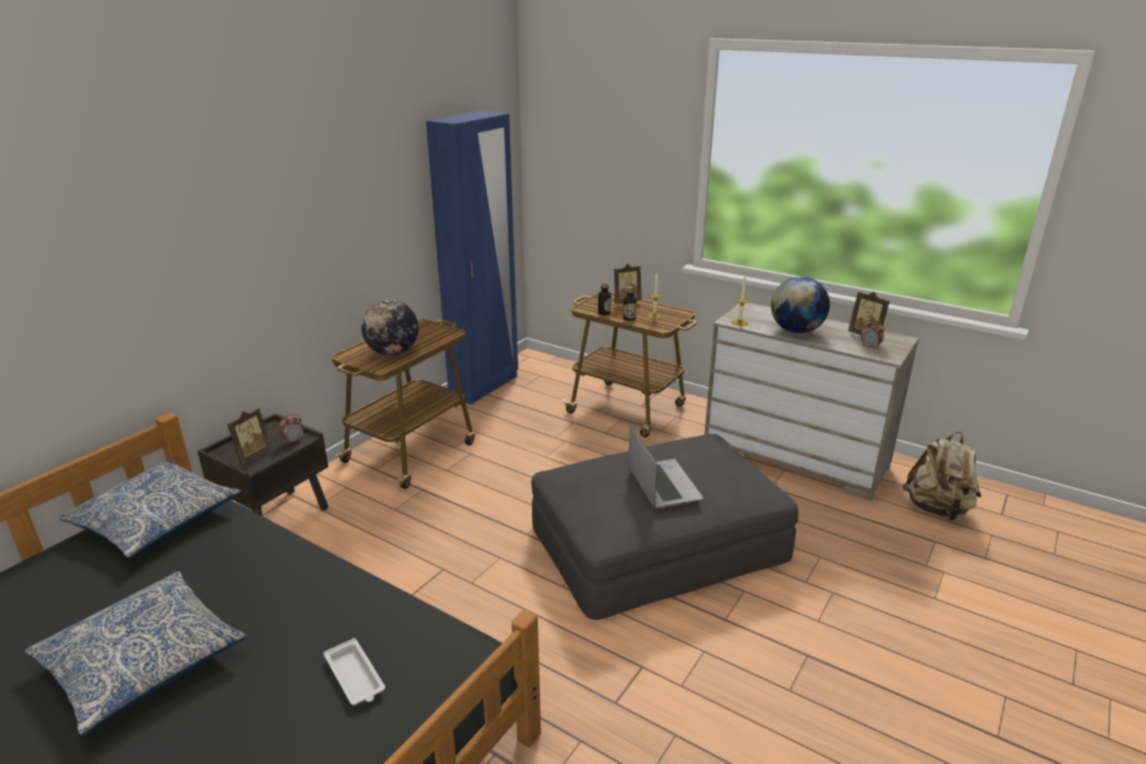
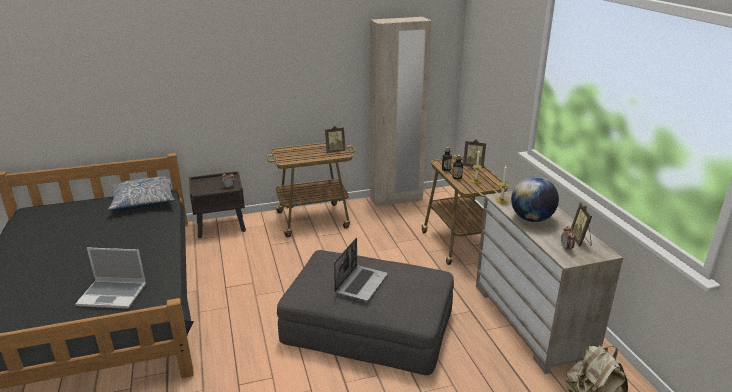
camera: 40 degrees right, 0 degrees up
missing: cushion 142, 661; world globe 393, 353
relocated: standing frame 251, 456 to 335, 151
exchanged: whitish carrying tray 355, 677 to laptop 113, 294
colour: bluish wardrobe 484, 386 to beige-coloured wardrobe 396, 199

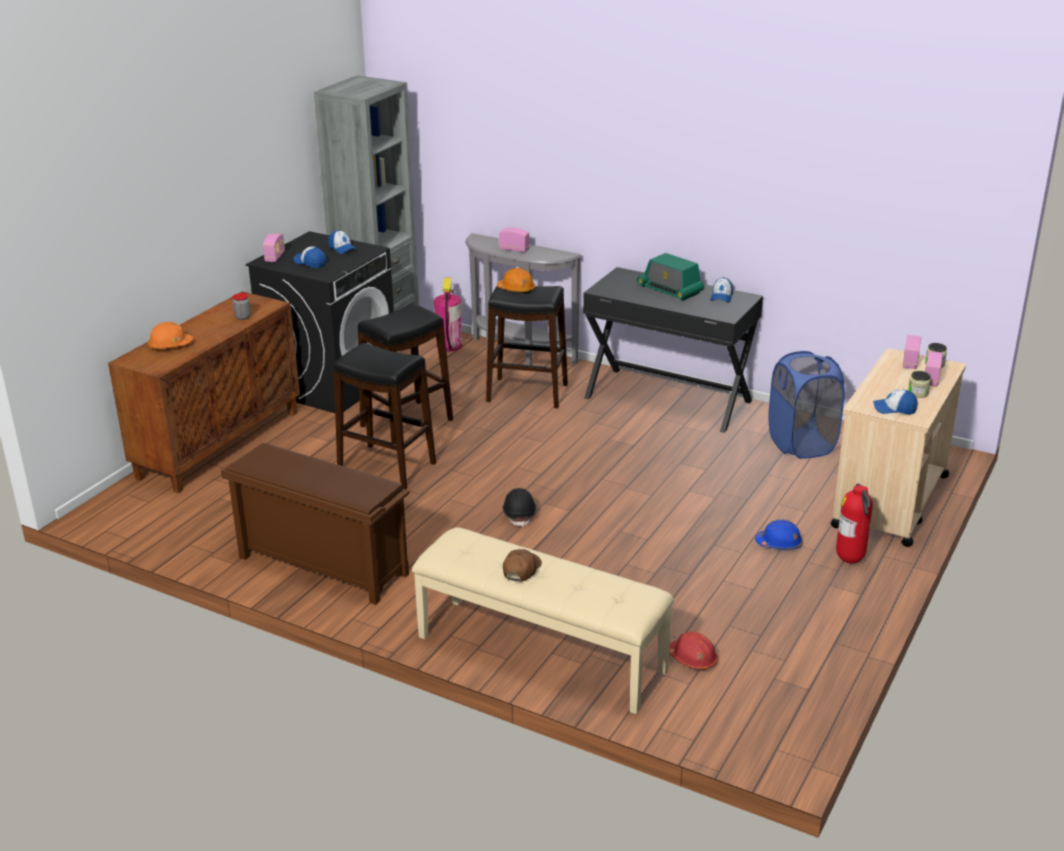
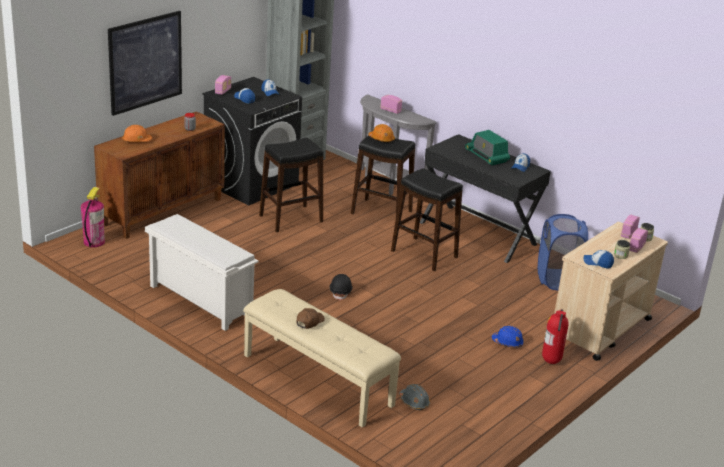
camera: 10 degrees right, 0 degrees up
appeared: picture 145, 62
relocated: blackish stool seat 386, 467 to 424, 254; extinguisher 449, 346 to 94, 242
colour: brown-coloured shoe shelf 321, 566 to whitish shoe shelf 199, 300; red-coloured safety helmet 692, 659 to greyish safety helmet 414, 402

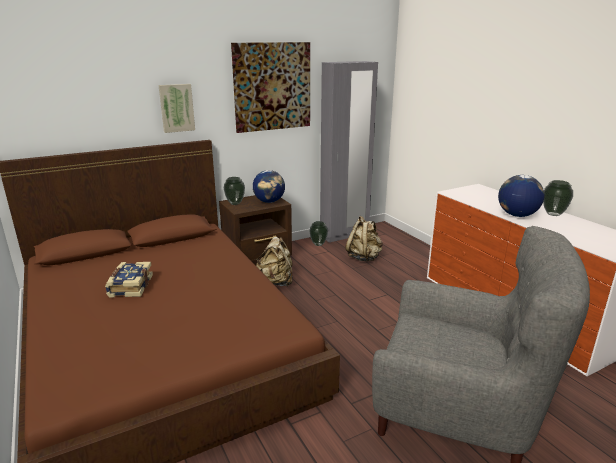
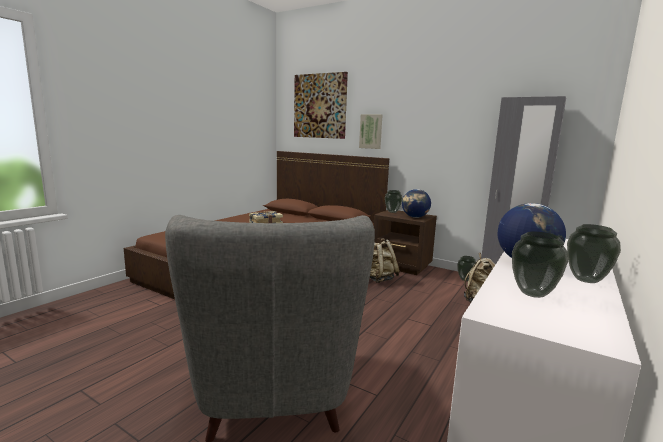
camera: 60 degrees right, 10 degrees down
appeared: vase 532, 293
relocated: picture 272, 87 to 320, 106

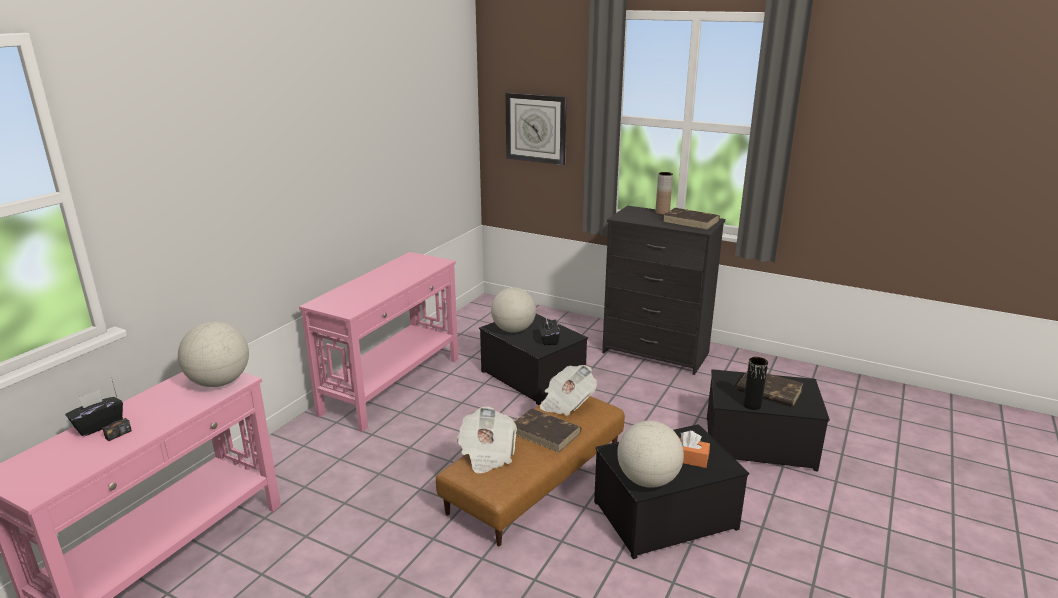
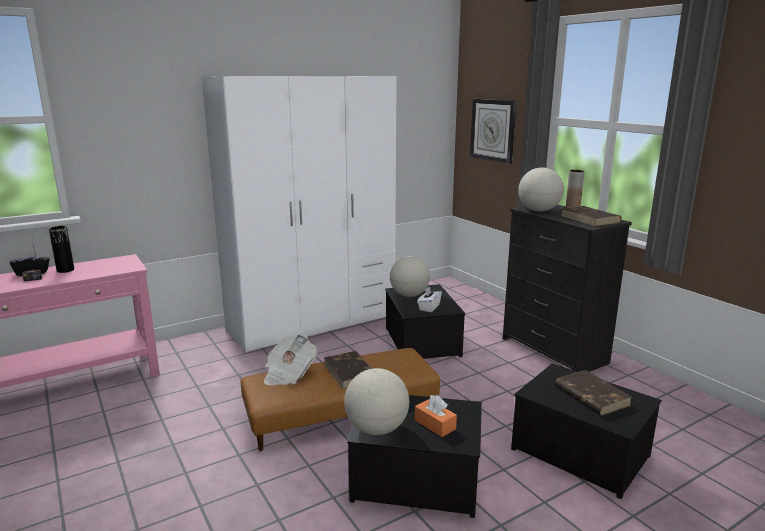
camera: 30 degrees right, 5 degrees down
missing: printed paper 566, 403
relocated: world globe 219, 382 to 539, 211; blackish vase 752, 405 to 65, 270
exchanged: pinkish hall table 393, 385 to whitish wardrobe 313, 321
colour: blackish box of tissues 548, 340 to whitish box of tissues 429, 307

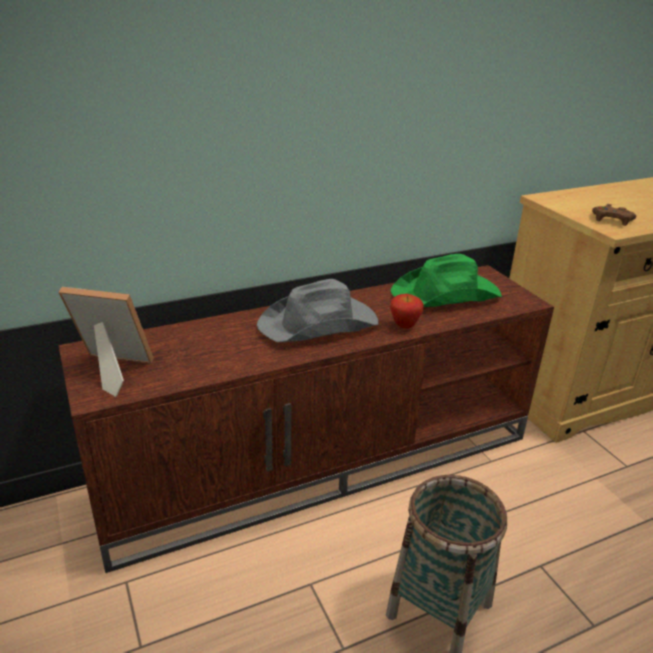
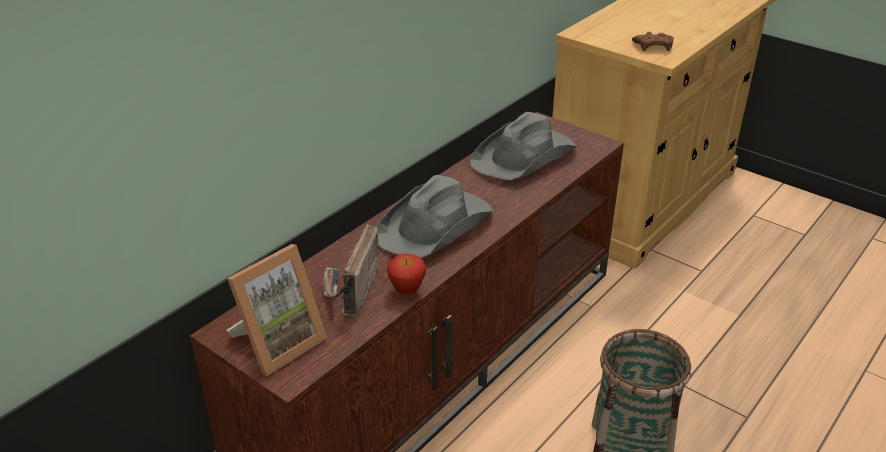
camera: 25 degrees left, 5 degrees up
appeared: radio set 349, 291
relocated: apple fruit 404, 326 to 407, 291
colour: green-coloured clothing hat 446, 294 to greyish clothing hat 524, 156
spun: standing frame 111, 370 = 278, 343 150 degrees clockwise

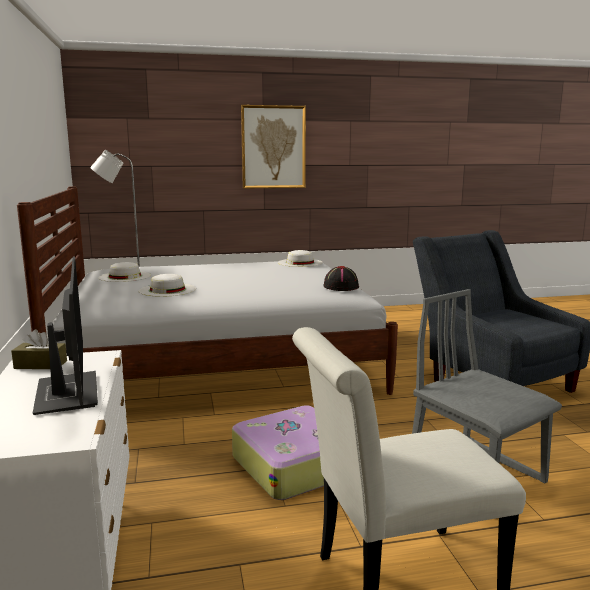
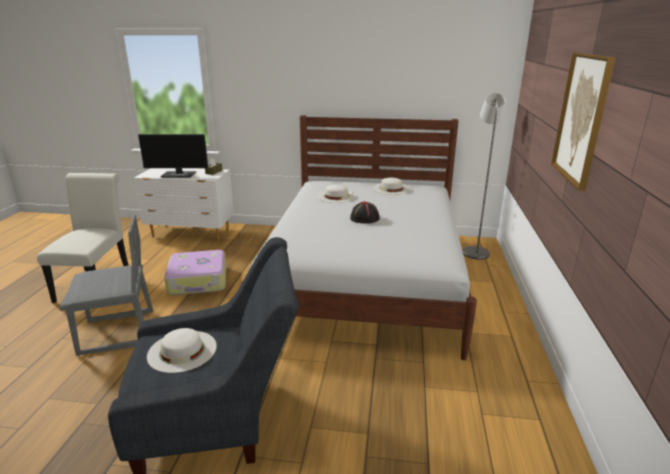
camera: 110 degrees right, 10 degrees up
relocated: whitish clothing hat 300, 262 to 182, 351; blackish clothing hat 341, 286 to 365, 218

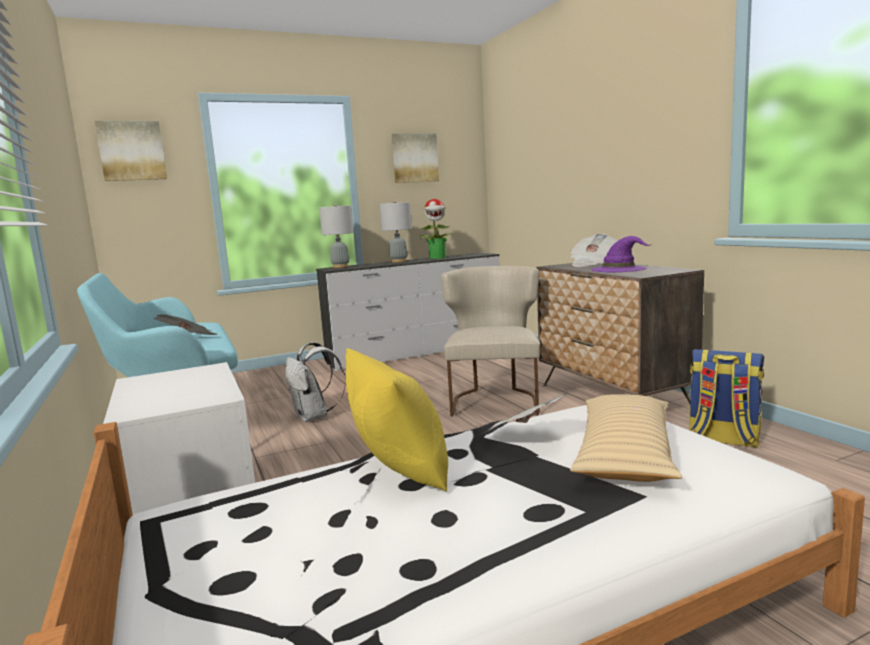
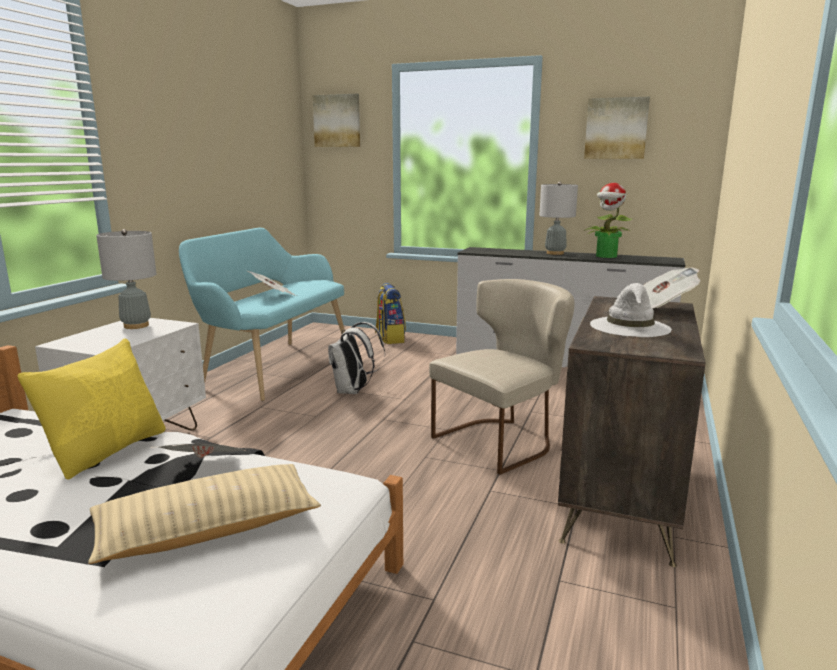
camera: 45 degrees right, 5 degrees up
relocated: greyish tabletop lamp 340, 267 to 136, 326; backpack 722, 439 to 390, 339
colour: purplish clothing hat 619, 269 to whitish clothing hat 630, 327

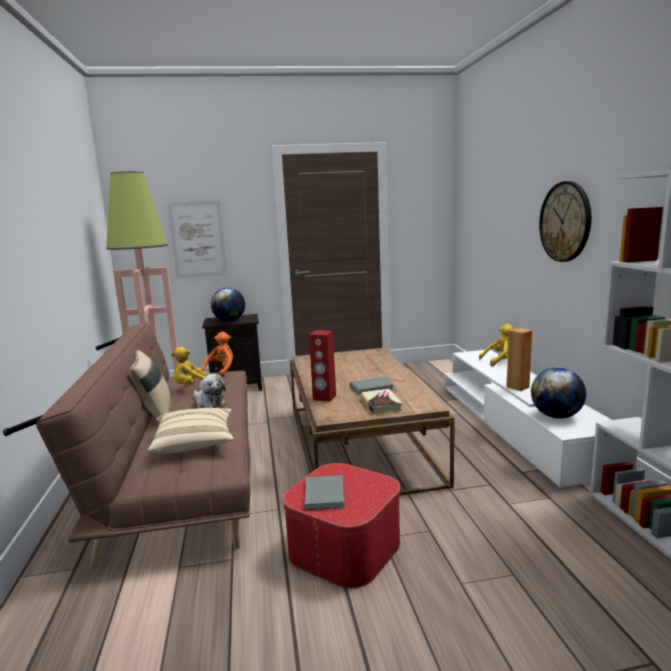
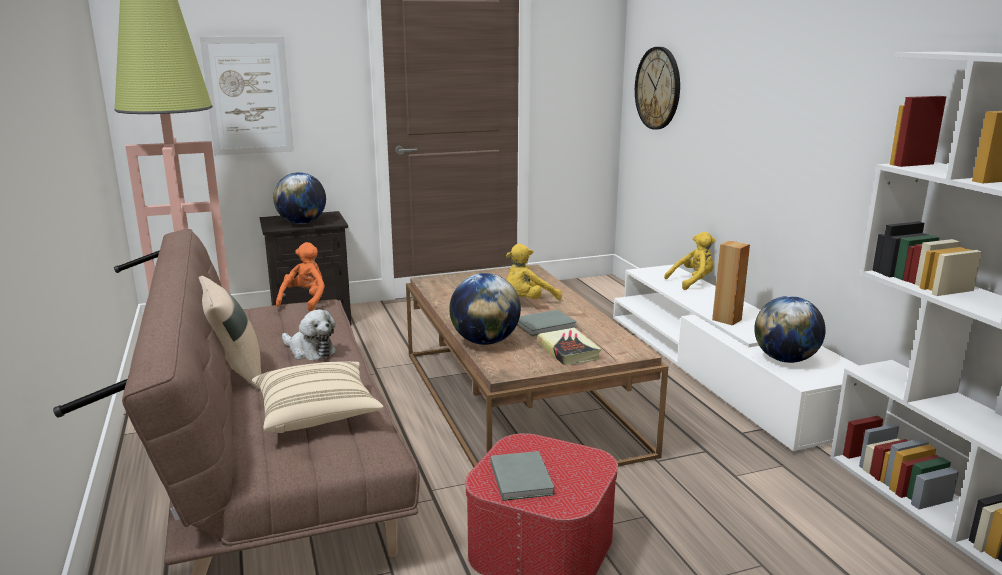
camera: 10 degrees left, 5 degrees up
relocated: yellow soft toy 192, 387 to 528, 301; wall clock 565, 222 to 658, 88
exchanged: red-coloured audio speaker 324, 397 to world globe 485, 341

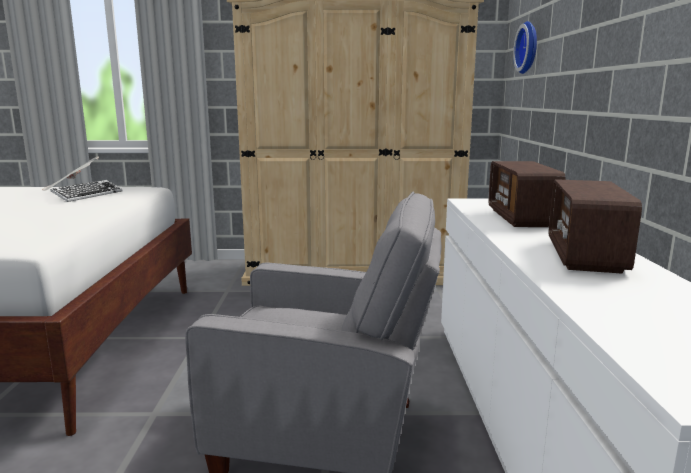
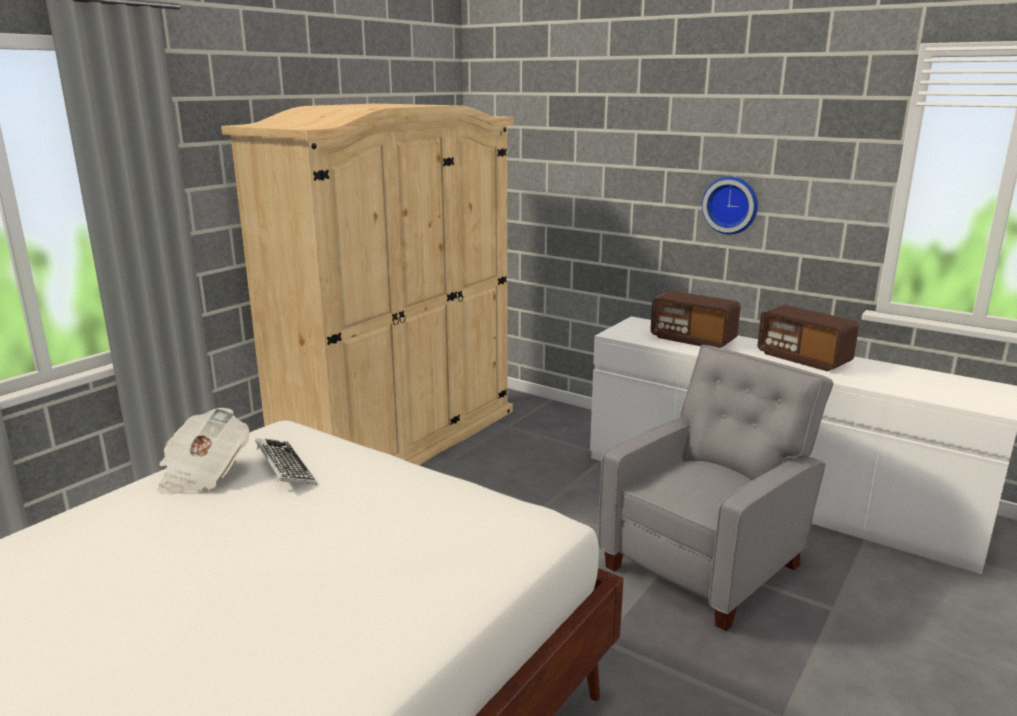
camera: 55 degrees left, 5 degrees up
relocated: wall clock 529, 47 to 731, 205

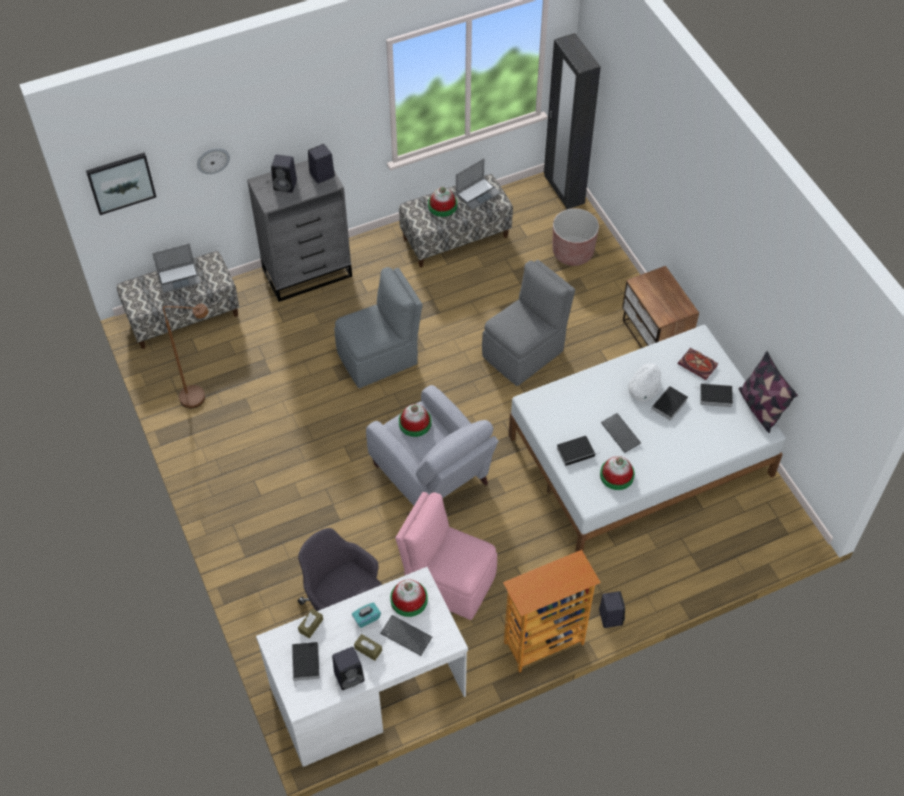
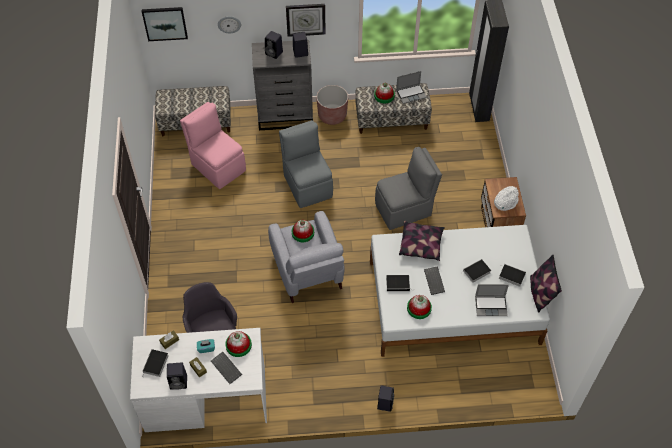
camera: 20 degrees right, 0 degrees up
missing: brown-coloured floor lamp 200, 397; bookcase 544, 644; bound book 698, 365
appeared: wall clock 305, 19; cushion 421, 245
relocated: laptop 179, 277 to 491, 306; pinkish chair 448, 581 to 217, 166; brown-coloured flower pot 572, 252 to 332, 115; whitish clothing hat 643, 387 to 505, 202
spun: greyish chair 379, 358 = 307, 185 105 degrees counterclockwise

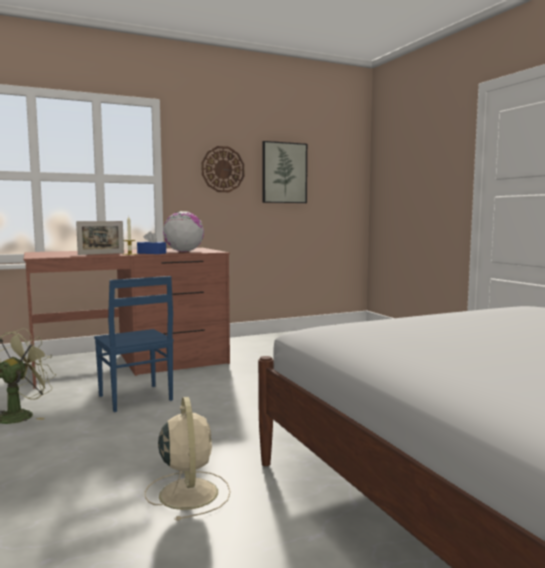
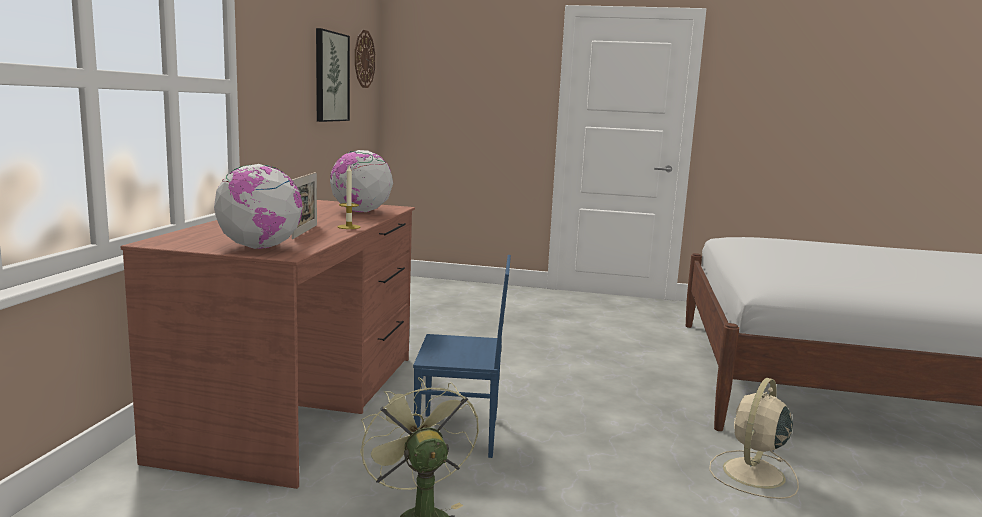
camera: 55 degrees left, 5 degrees up
missing: bluish box of tissues 151, 253
appeared: world globe 260, 247
relocated: wall clock 222, 169 to 364, 59
spun: beige-coloured fan 188, 492 = 753, 474 75 degrees counterclockwise

